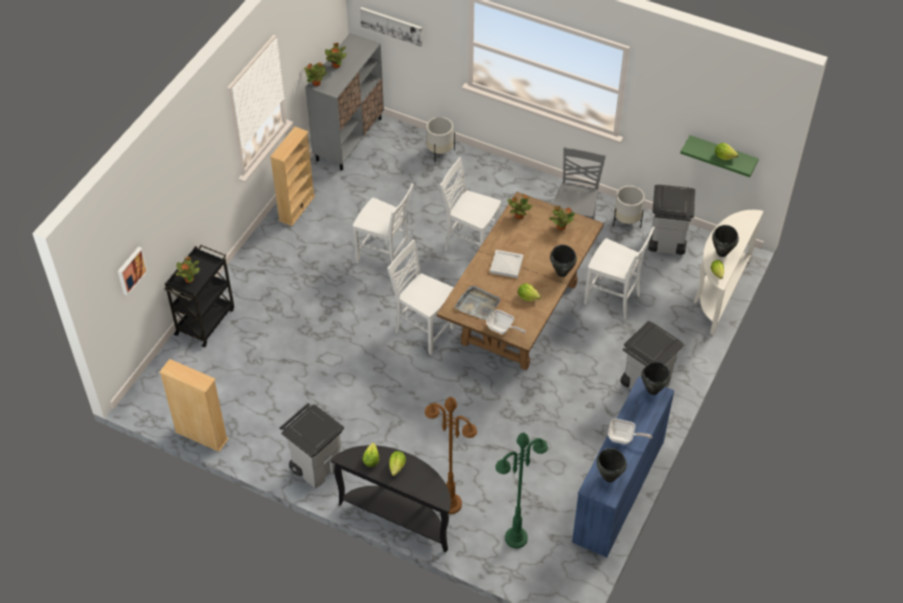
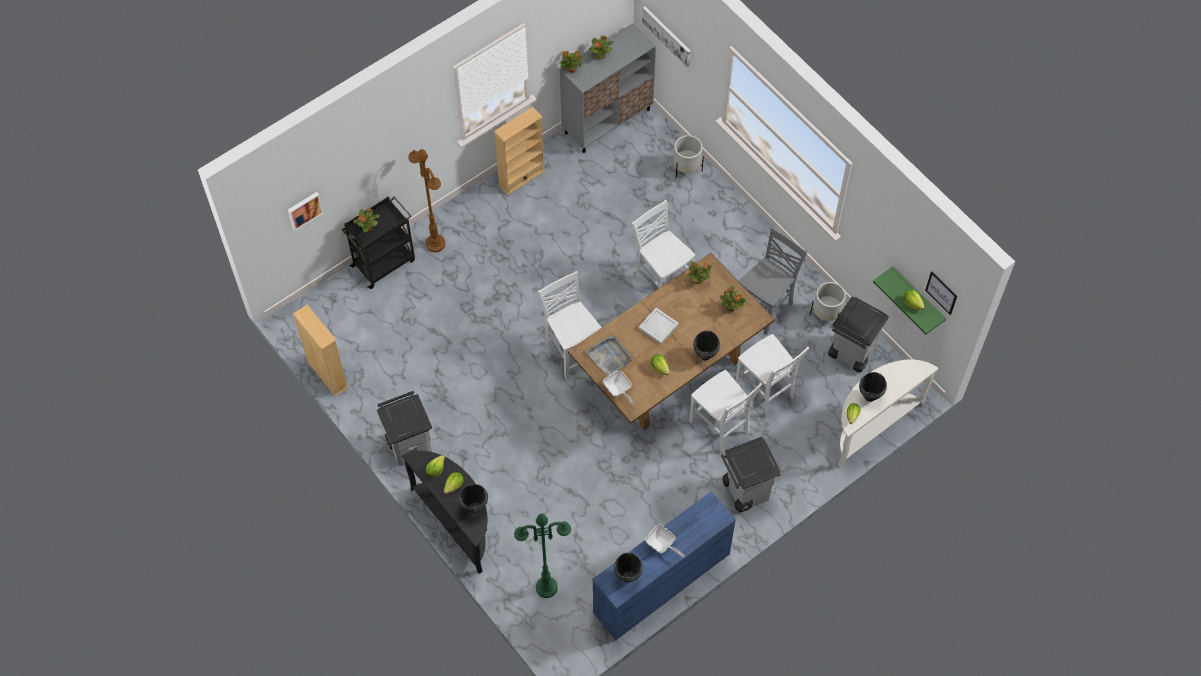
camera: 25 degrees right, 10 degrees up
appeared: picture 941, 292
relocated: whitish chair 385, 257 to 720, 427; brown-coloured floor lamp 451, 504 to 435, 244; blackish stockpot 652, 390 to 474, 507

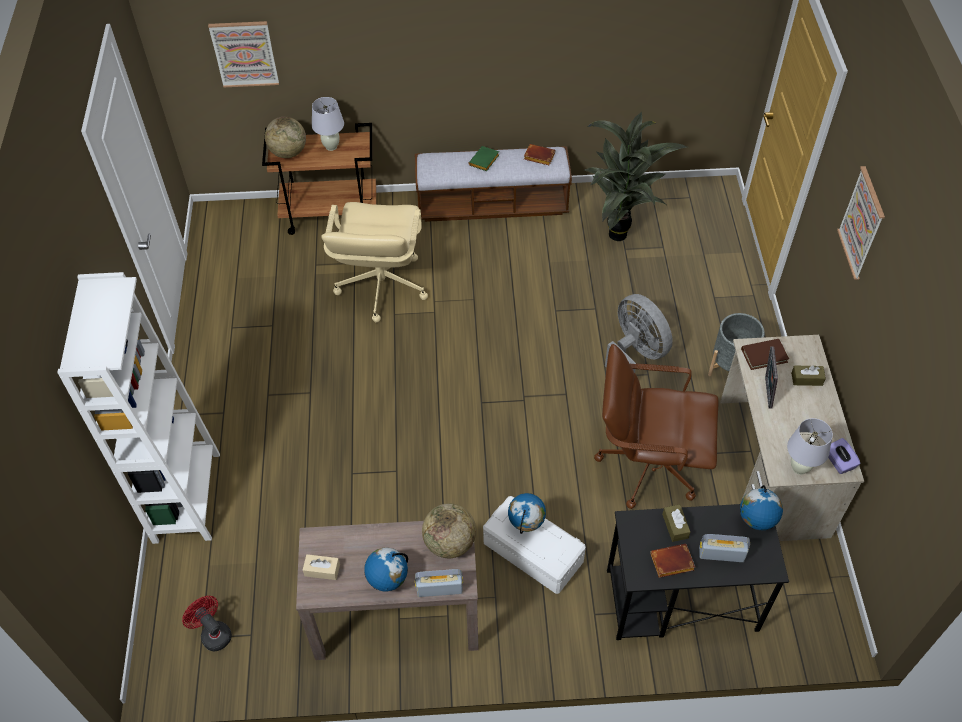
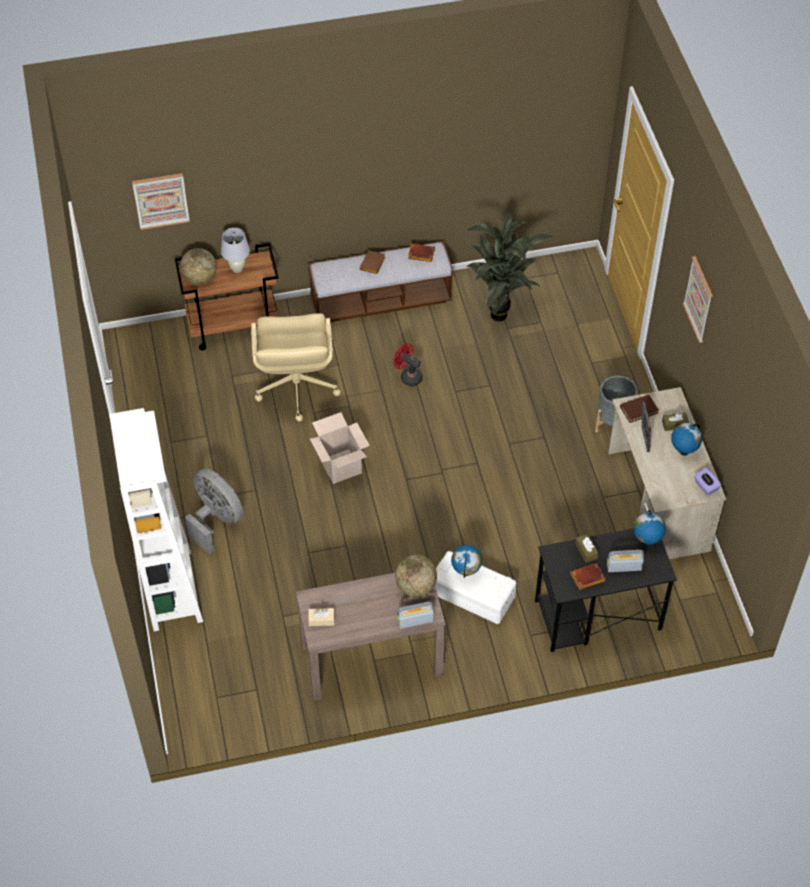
camera: 10 degrees left, 0 degrees up
missing: brown-coloured computer chair 648, 464; whitish tabletop lamp 799, 468
appeared: carton 340, 466
relocated: red-coloured fan 213, 633 to 408, 376; world globe 388, 582 to 683, 451; greyish fan 635, 354 to 216, 520
colour: green-coloured bound book 484, 161 to brown-coloured bound book 373, 265

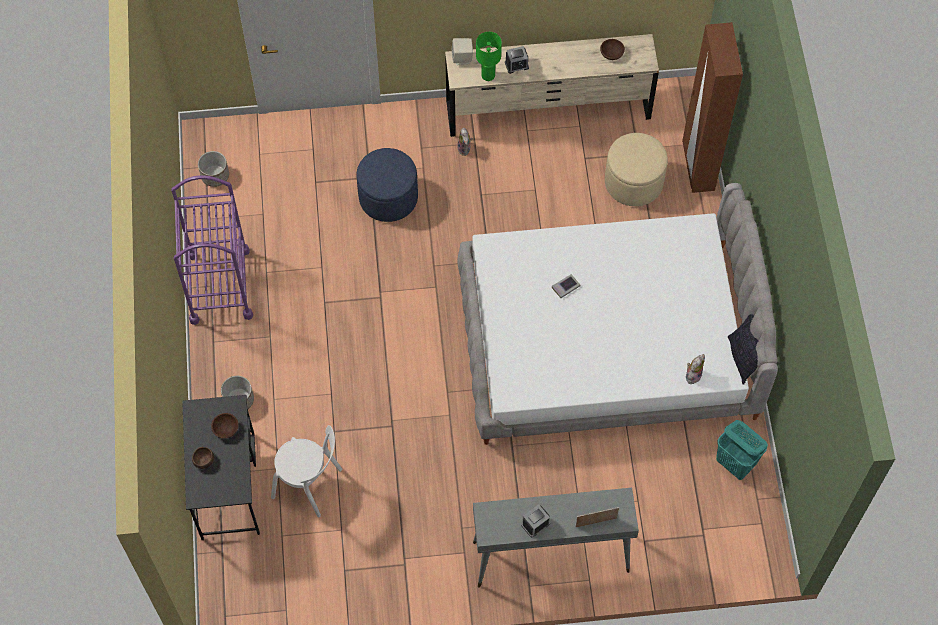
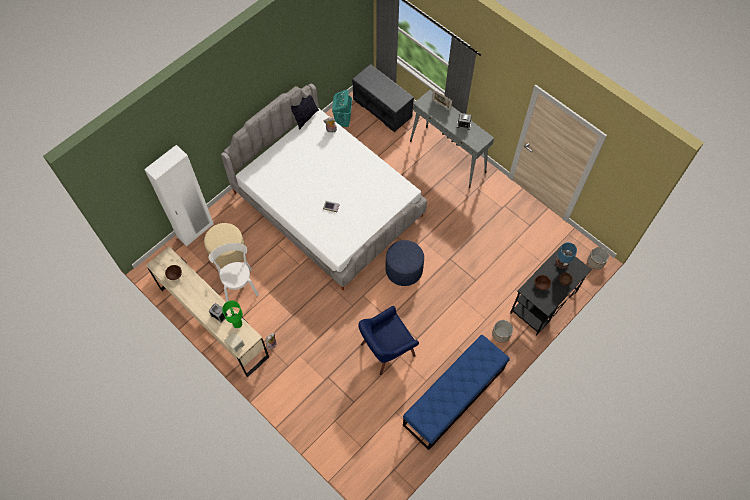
camera: 130 degrees left, 0 degrees up
appeared: greyish indoor bench 383, 108; bluish easy chair 386, 349; tabletop lamp 562, 263
relocated: flower pot 215, 176 to 596, 262; whitish chair 310, 484 to 239, 284; bluish footrest 388, 197 to 404, 269
exchanged: purplish wheeled cart 219, 285 to bluish indoor bench 453, 397
colour: brown-coloured wardrobe 697, 167 to whitish wardrobe 196, 231

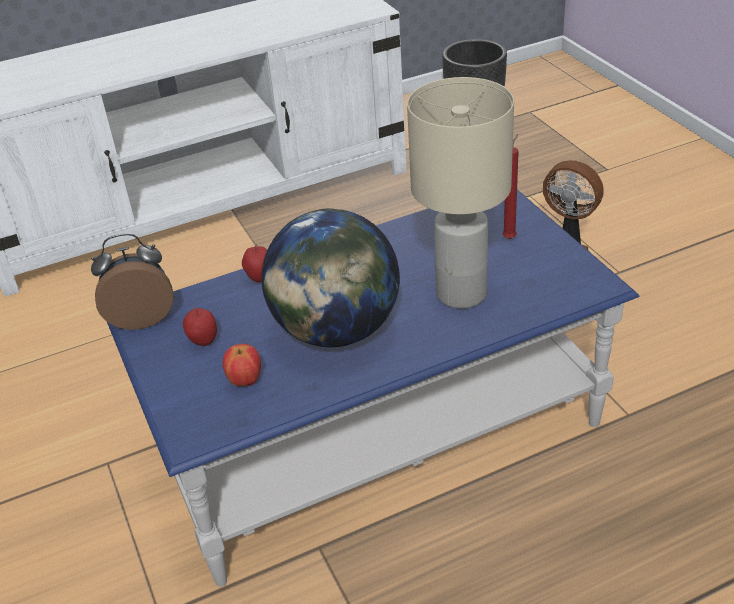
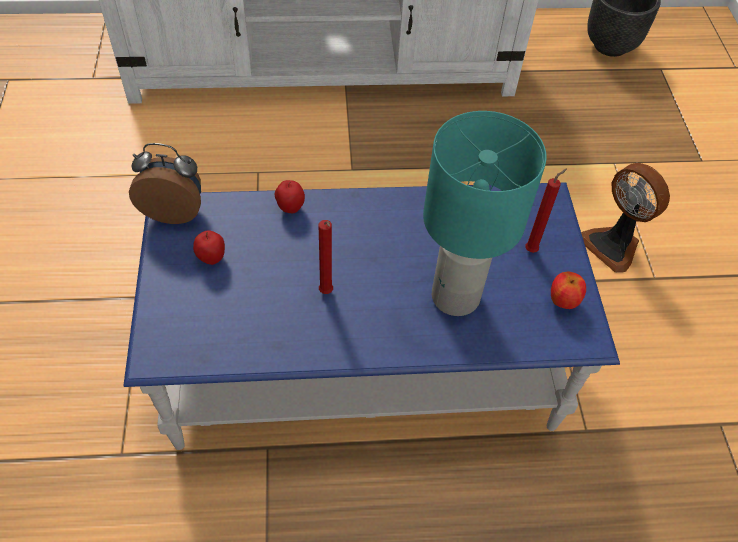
camera: 15 degrees right, 15 degrees up
relocated: apple fruit 245, 381 to 563, 301
exchanged: world globe 336, 331 to red-coloured candle 326, 293
colour: beige-coloured tabletop lamp 461, 294 to turquoise tabletop lamp 455, 298

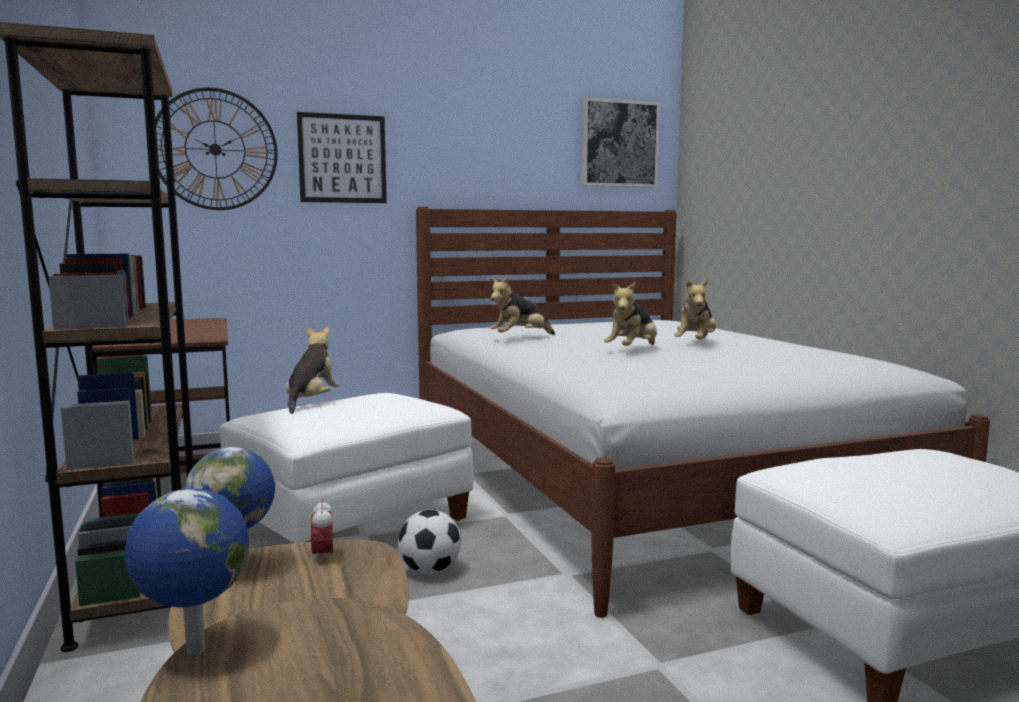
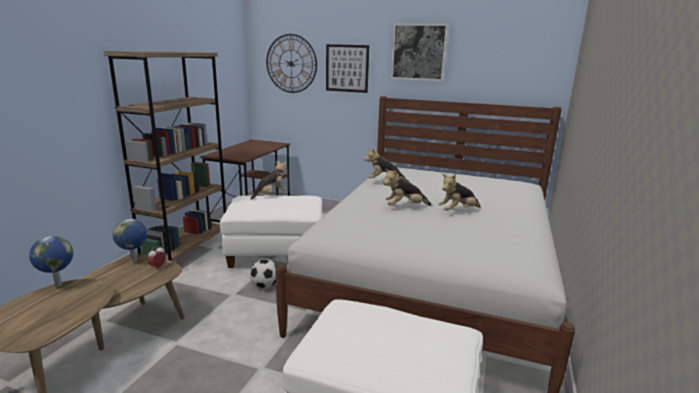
camera: 40 degrees right, 10 degrees up
relocated: picture 619, 144 to 419, 52

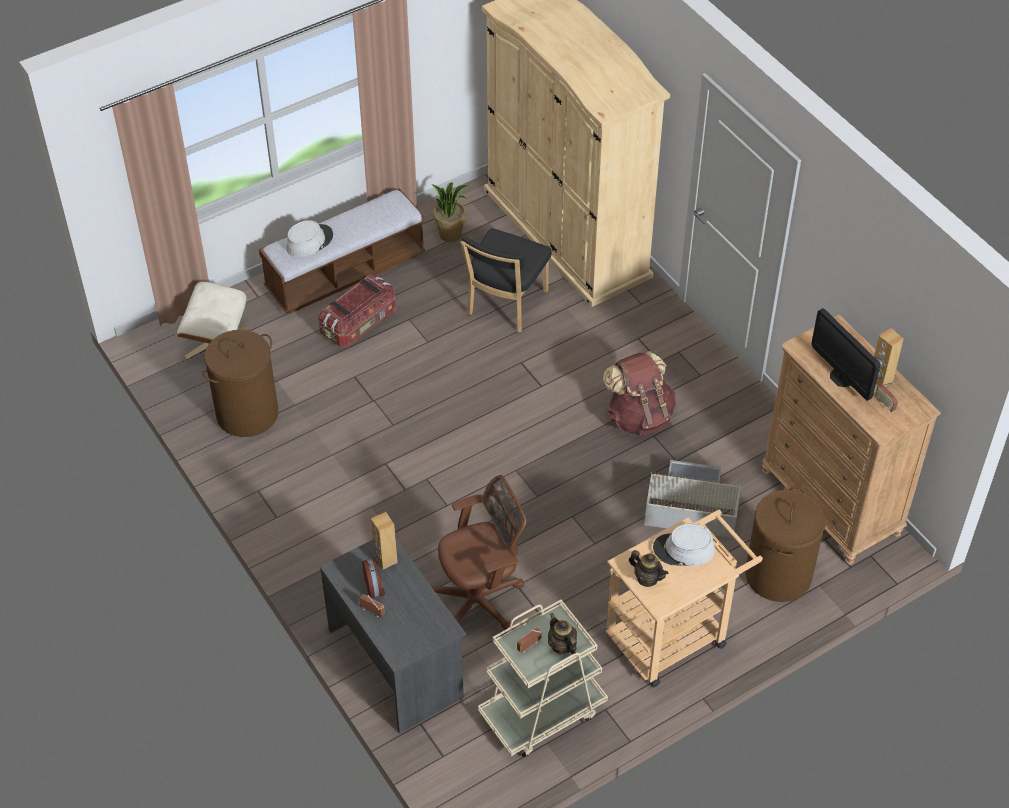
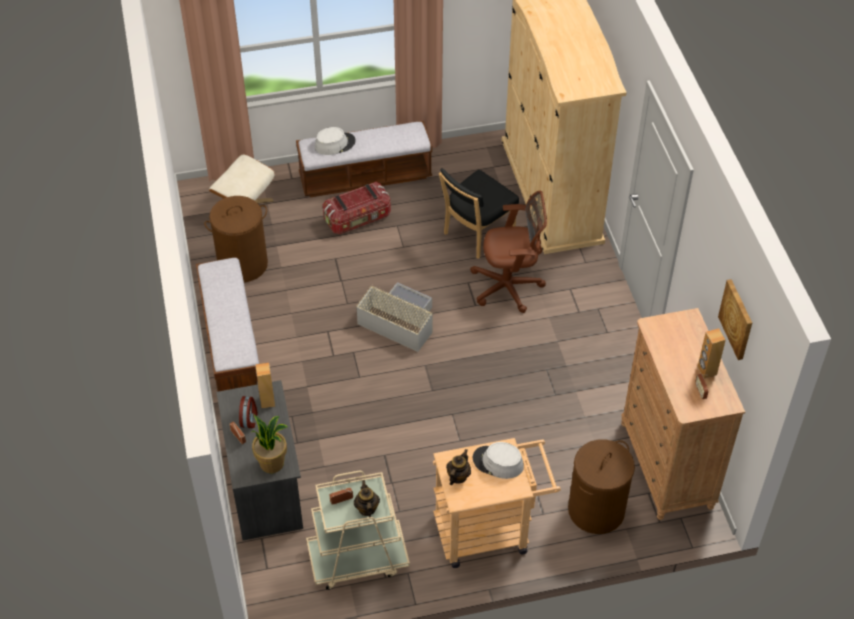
camera: 20 degrees right, 0 degrees up
missing: brown-coloured backpack 639, 416; monitor 841, 377
appeared: indoor bench 231, 346; picture 737, 319
relocated: plant in a pot 450, 234 to 272, 463; brown-coloured computer chair 480, 600 to 510, 287; greyish storage bin 690, 507 to 398, 321
spun: pot for tea 647, 578 = 458, 476 120 degrees counterclockwise

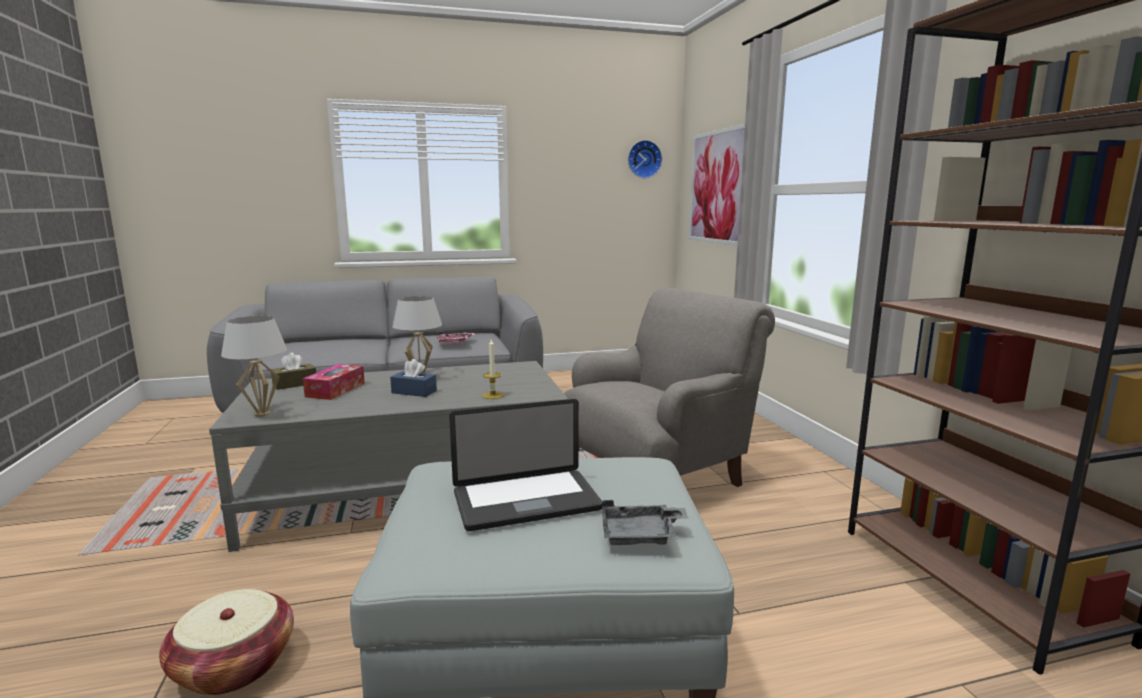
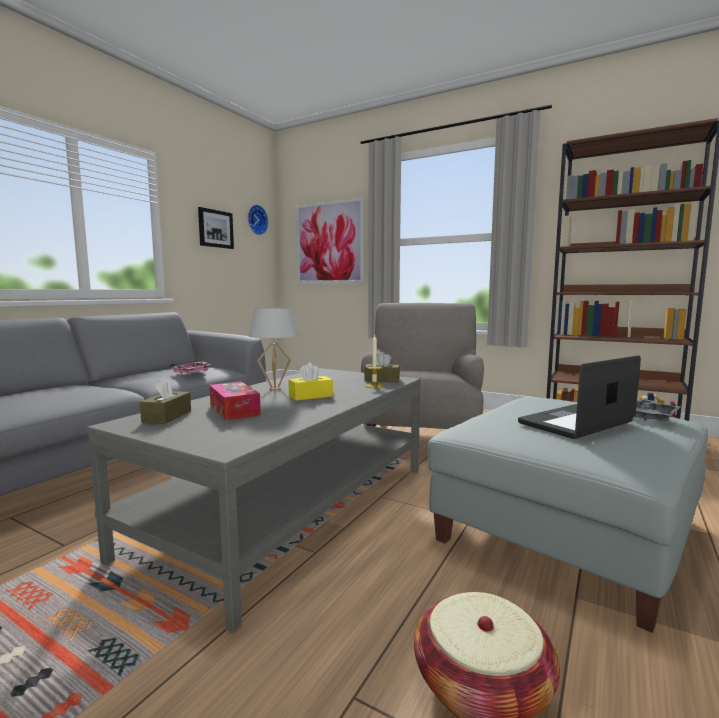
camera: 45 degrees left, 5 degrees down
missing: whitish tabletop lamp 263, 414
appeared: picture 215, 229; brown-coloured box of tissues 382, 380
colour: bluish box of tissues 414, 392 to yellow box of tissues 310, 396
spun: laptop 526, 501 = 576, 423 150 degrees counterclockwise

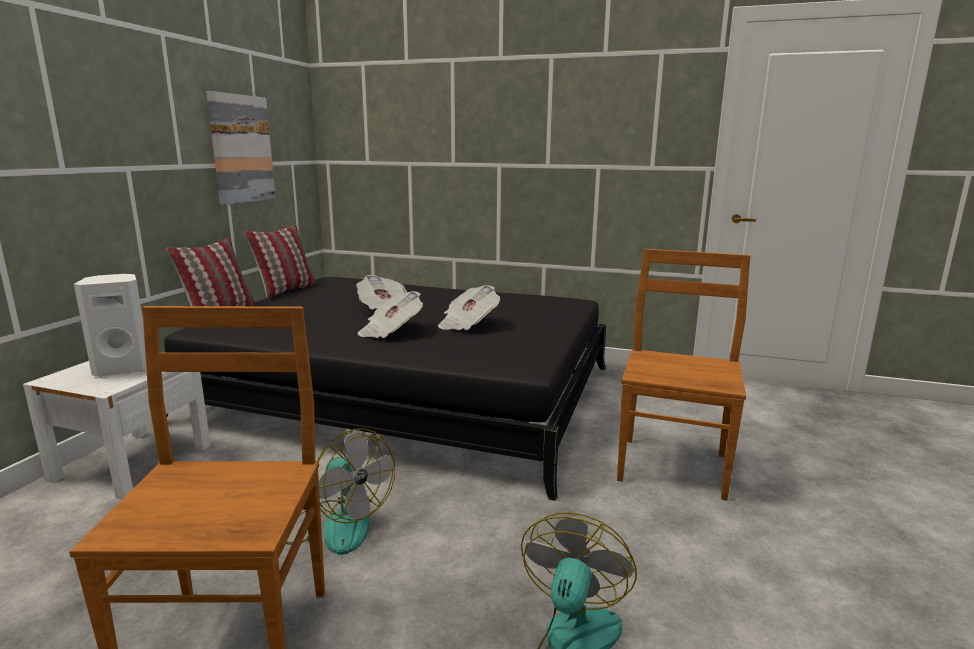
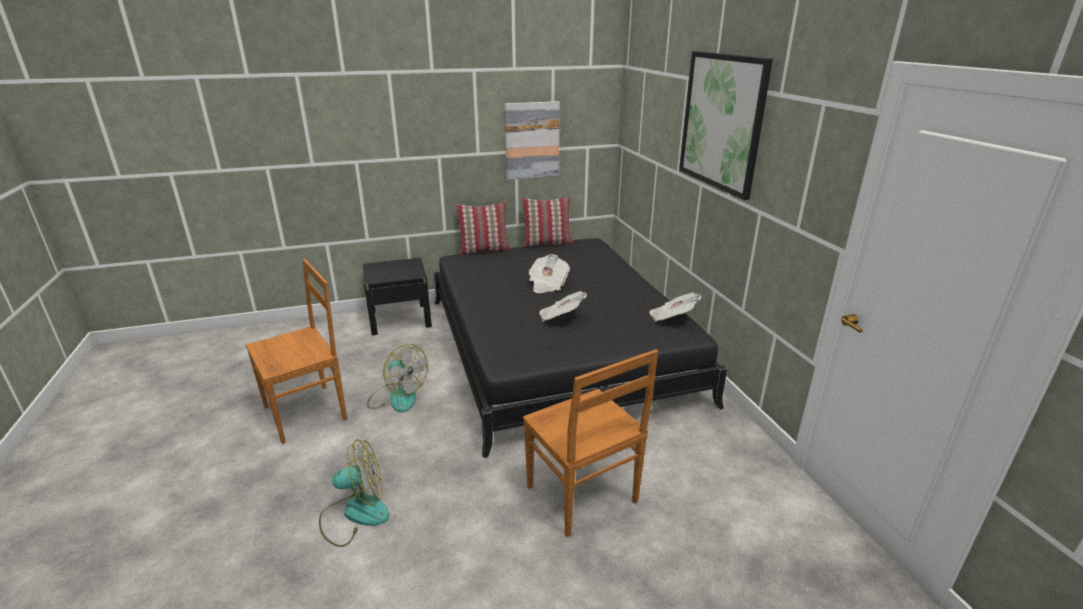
camera: 55 degrees right, 10 degrees up
missing: whitish audio speaker 124, 368
appeared: picture 722, 122
relocated: printed paper 390, 332 to 672, 318
colour: whitish night table 132, 462 to blackish night table 400, 319
spun: fan 338, 525 = 397, 397 60 degrees counterclockwise; brown-coloured chair 673, 465 = 583, 496 75 degrees clockwise

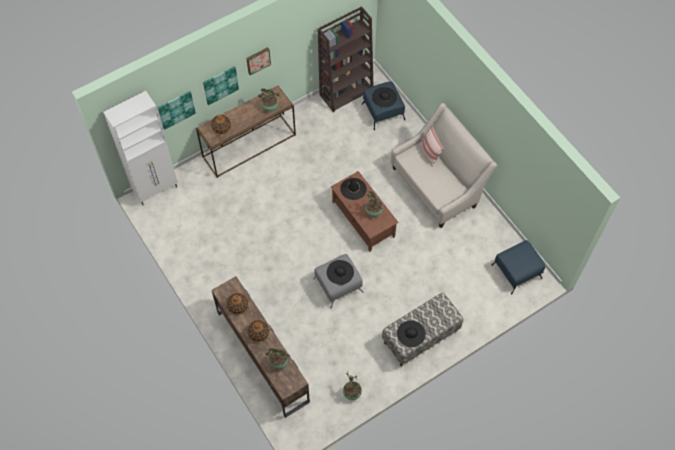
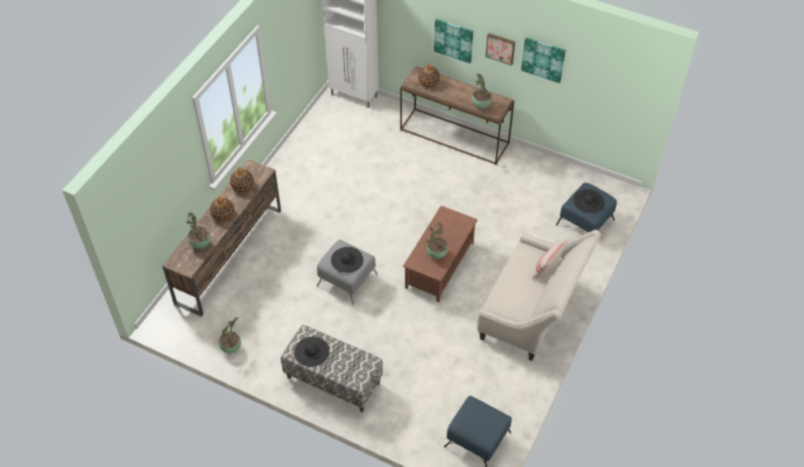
camera: 60 degrees right, 10 degrees down
missing: brown-coloured bookcase 346, 92; blackish clothing hat 353, 189
relocated: picture 176, 109 to 543, 59

